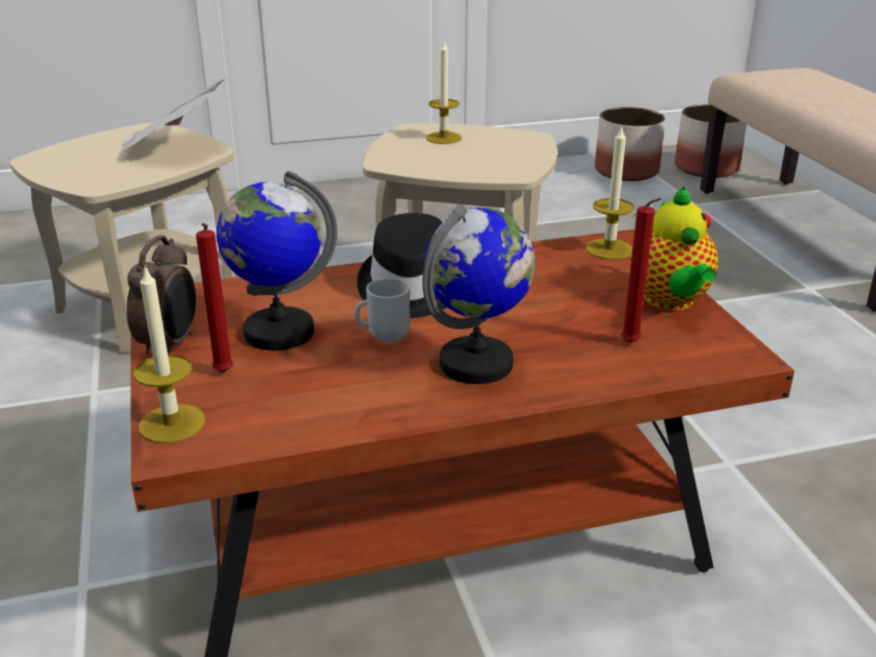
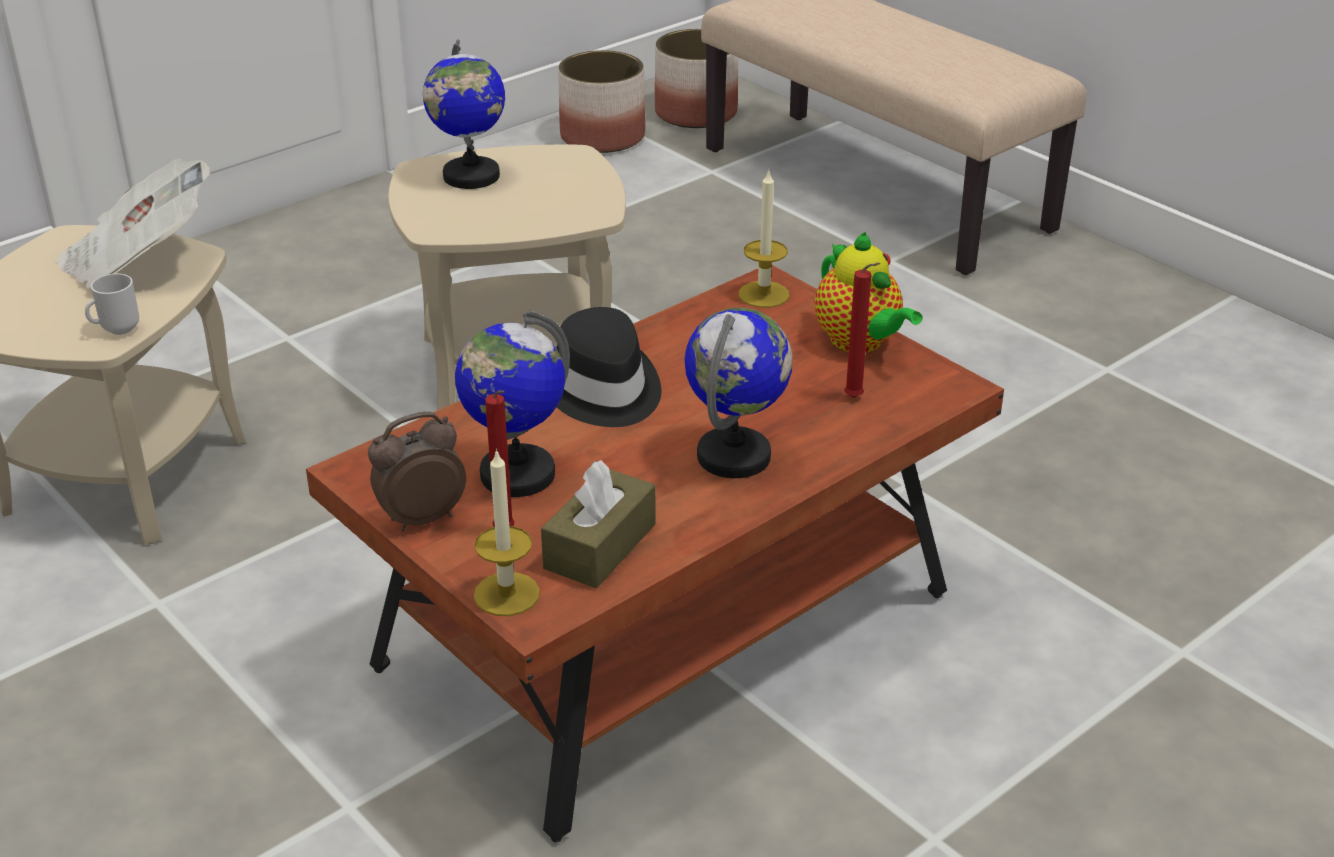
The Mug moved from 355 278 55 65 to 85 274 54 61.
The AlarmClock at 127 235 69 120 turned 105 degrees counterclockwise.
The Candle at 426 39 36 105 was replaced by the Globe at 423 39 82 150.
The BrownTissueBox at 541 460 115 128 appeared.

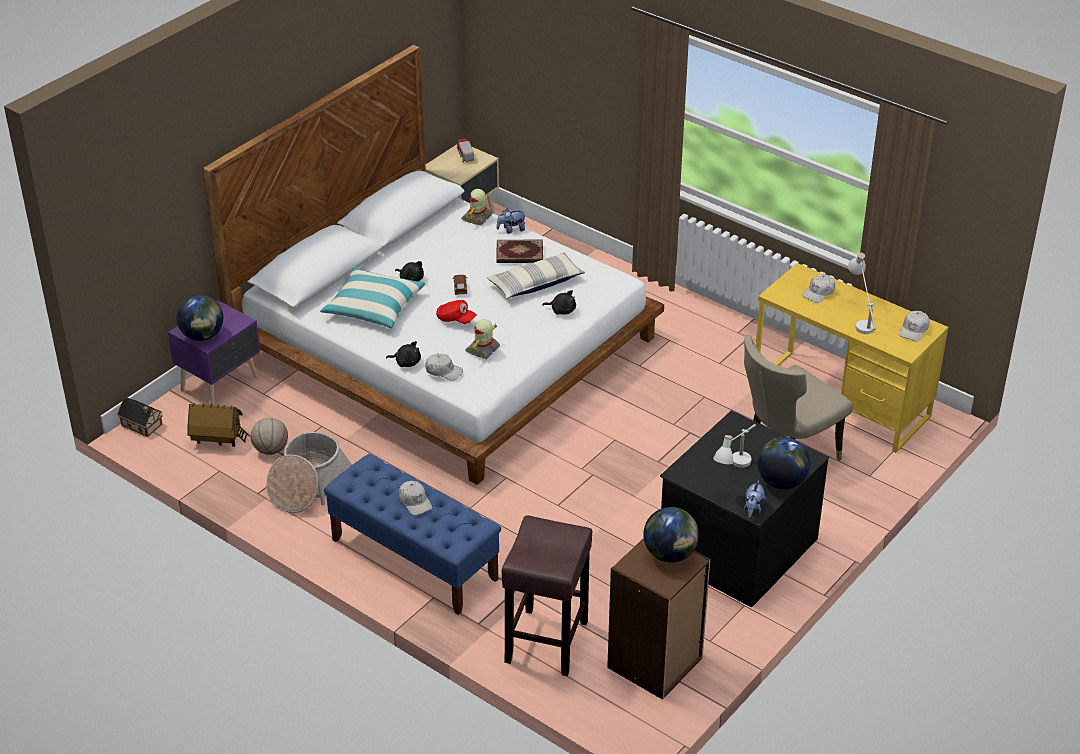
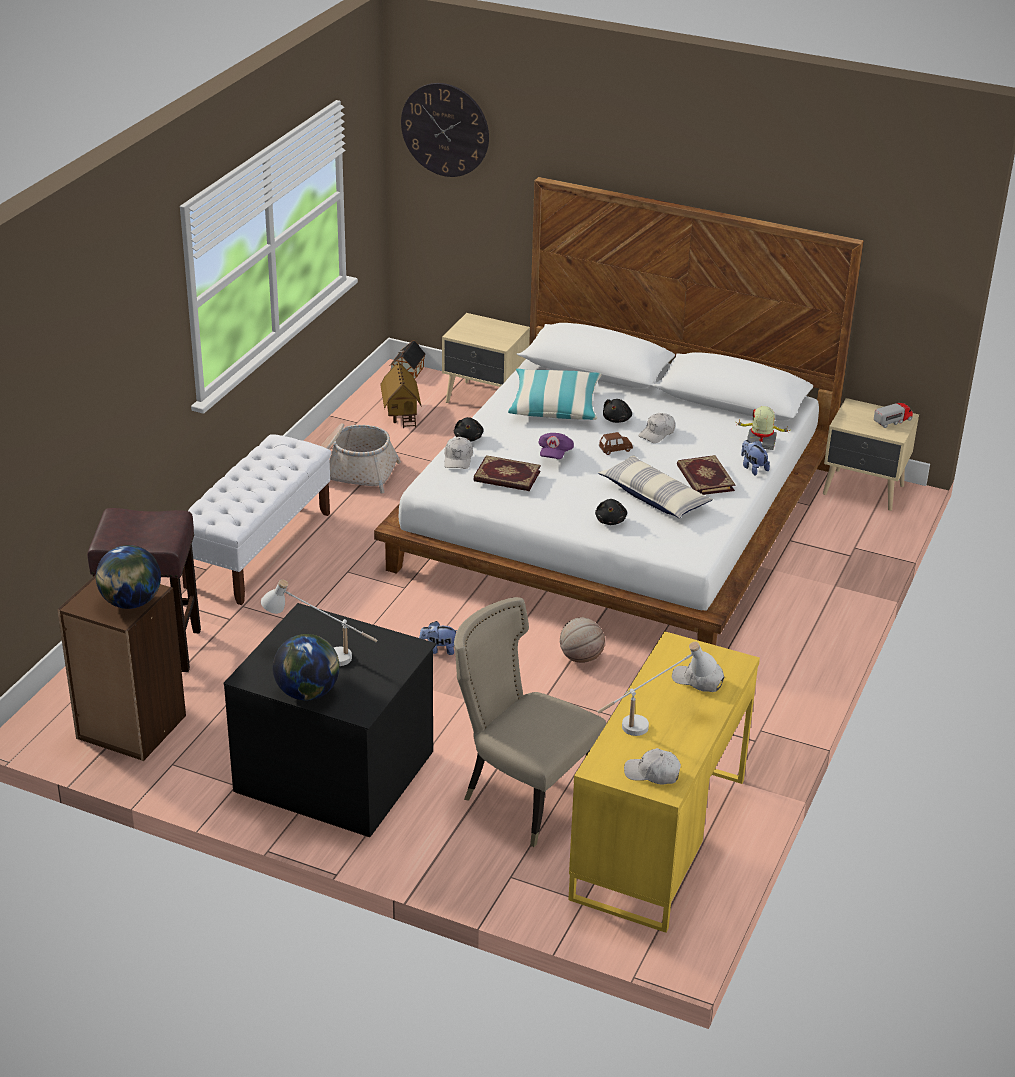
The BlueBench at 324 454 177 161 became the WhiteBench at 182 434 149 171.
The WallClock at 401 83 88 94 appeared.
The PlushToy moved from 744 480 22 38 to 419 621 38 34.
The PurpleNightstand at 168 300 92 106 became the BeigeNightstand at 442 313 88 90.
The ToyRobot at 465 319 35 40 was replaced by the Book at 473 455 68 36.
The RedCap at 436 300 41 24 became the PurpleCap at 538 433 36 26.
The Basketball moved from 251 418 37 37 to 560 618 45 45.
The WhiteCap moved from 399 481 33 34 to 638 413 37 30.
The Globe at 176 295 47 46 disappeared.

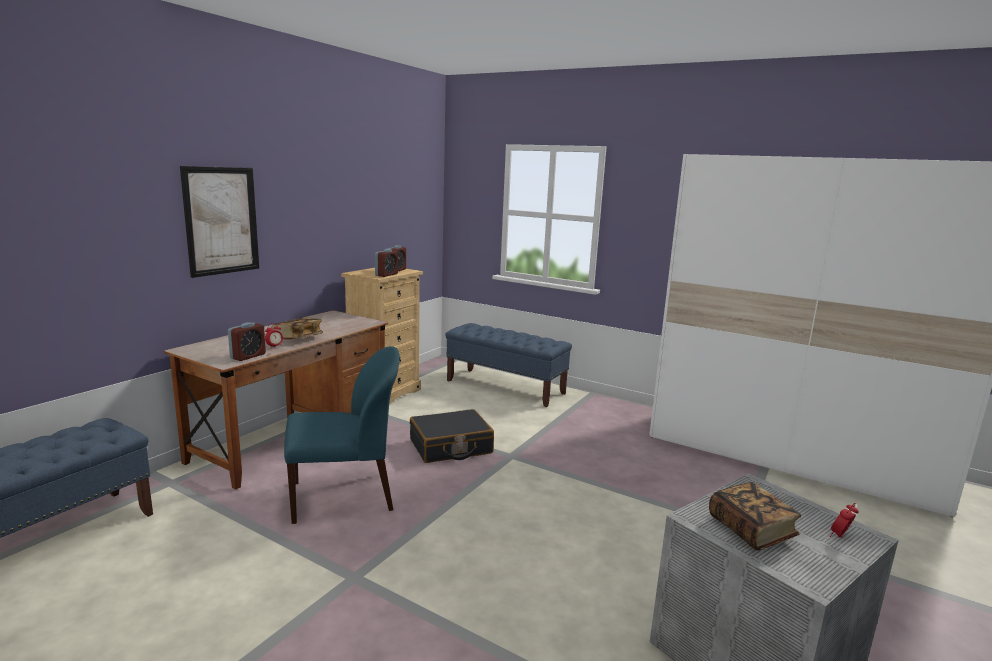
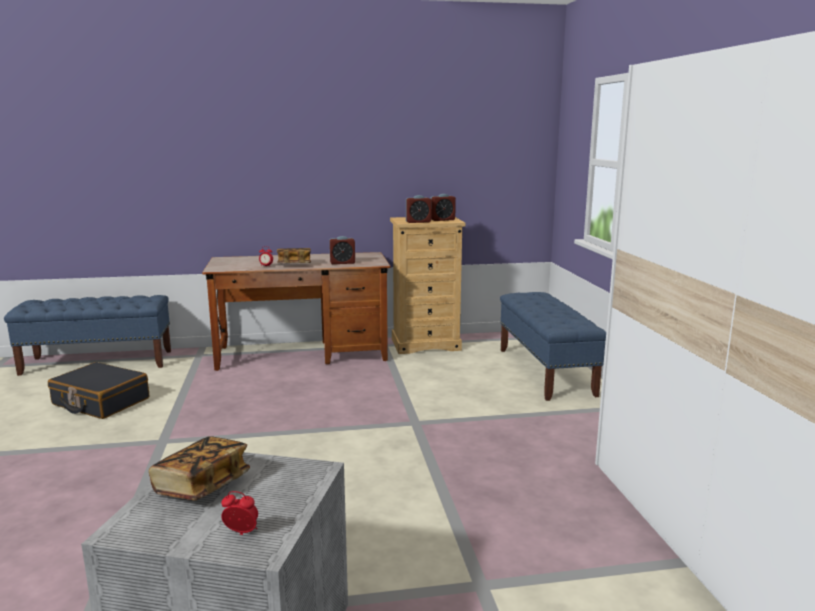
The BlackSuitcase moved from 410 409 84 54 to 48 362 101 57.
The AlarmClock moved from 228 322 38 39 to 329 236 26 28.
The Picture at 180 166 79 112 disappeared.
The BlueChair at 284 346 116 178 disappeared.

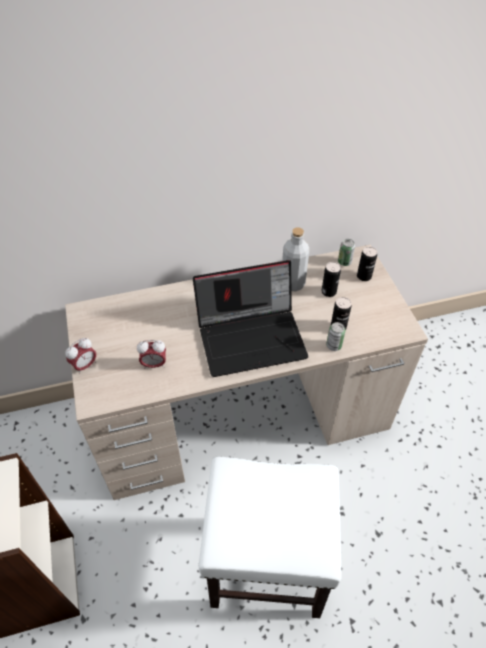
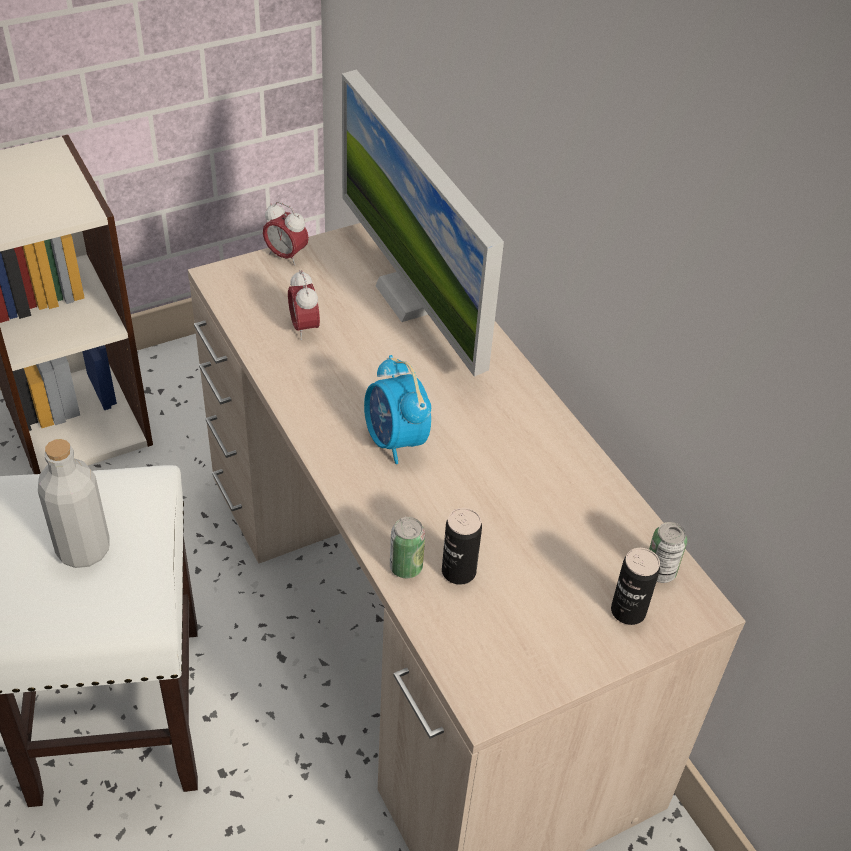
The GreyBottle moved from 282 227 27 64 to 38 439 72 129.
The Monitor at 342 69 162 308 appeared.
The Laptop at 193 260 115 117 was replaced by the AlarmClock at 364 355 67 109.
The Can at 322 262 19 35 disappeared.

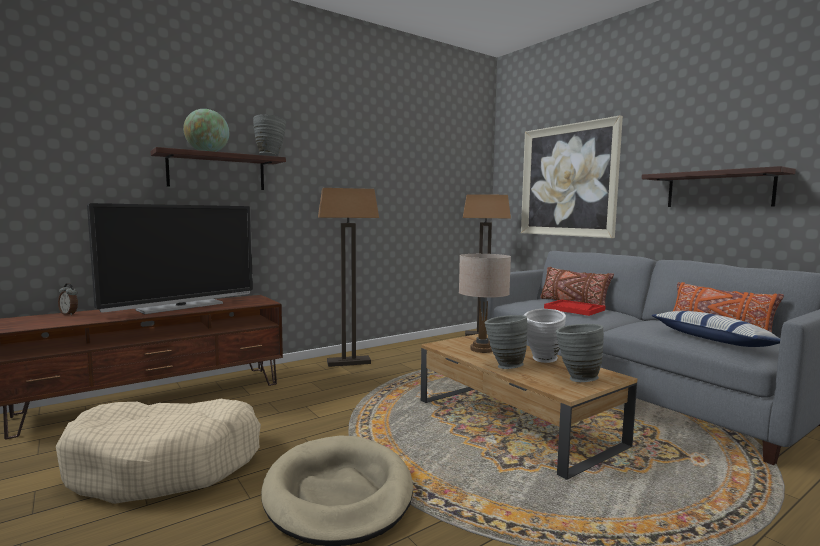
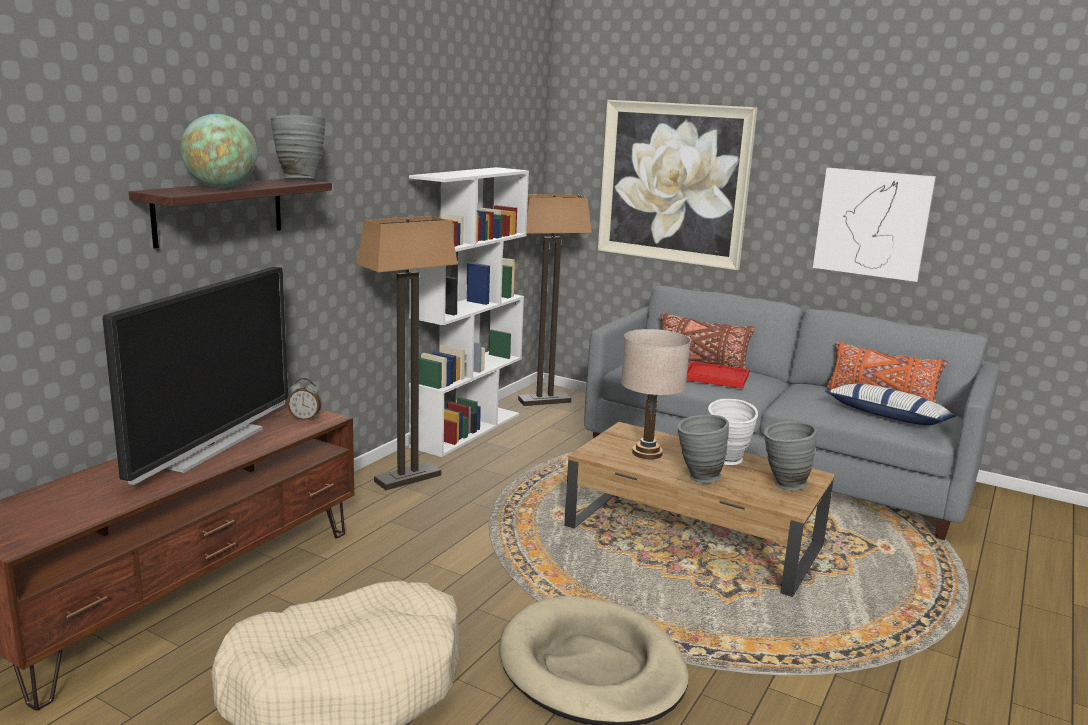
The AlarmClock moved from 58 283 20 33 to 287 378 34 42.
The WhiteBookcase at 409 167 120 290 appeared.
The Shelf at 642 166 154 41 was replaced by the Picture at 813 168 123 114.

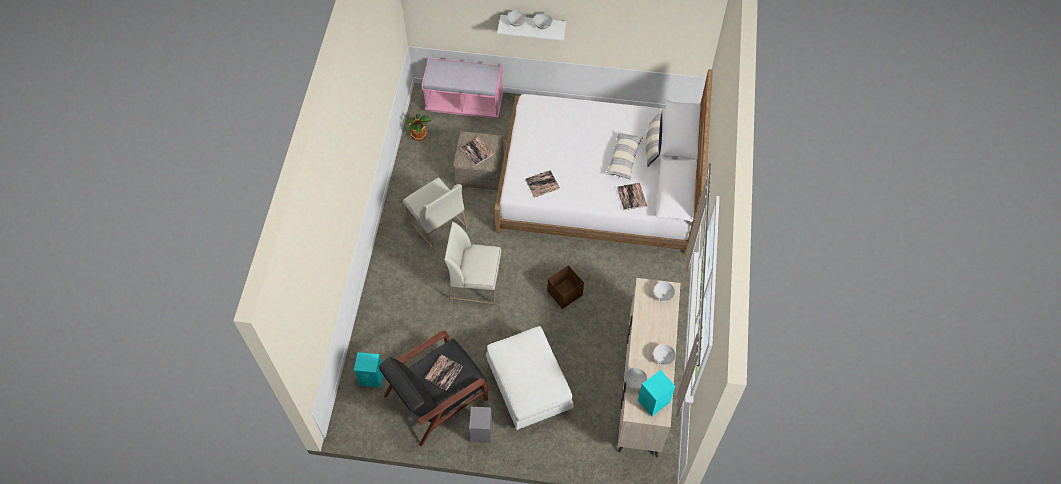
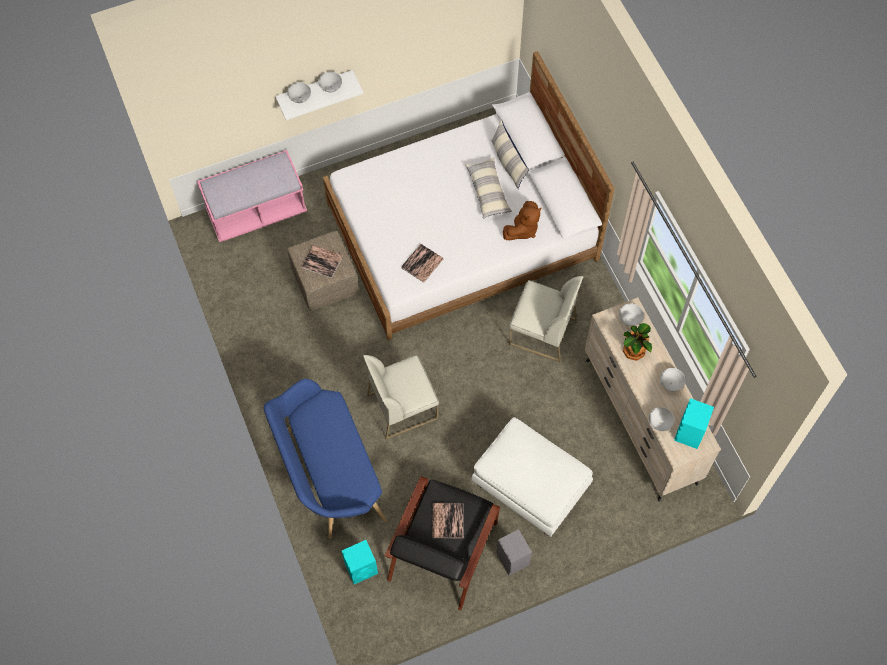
The BlueBench at 264 379 122 160 appeared.
The Book at 617 183 30 27 was replaced by the BrownPlushToy at 503 201 39 39.
The WhiteChair moved from 403 177 64 73 to 508 276 76 86.
The PottedPlant moved from 406 114 26 27 to 623 323 29 38.
The BrownStorageBox at 547 265 37 44 disappeared.

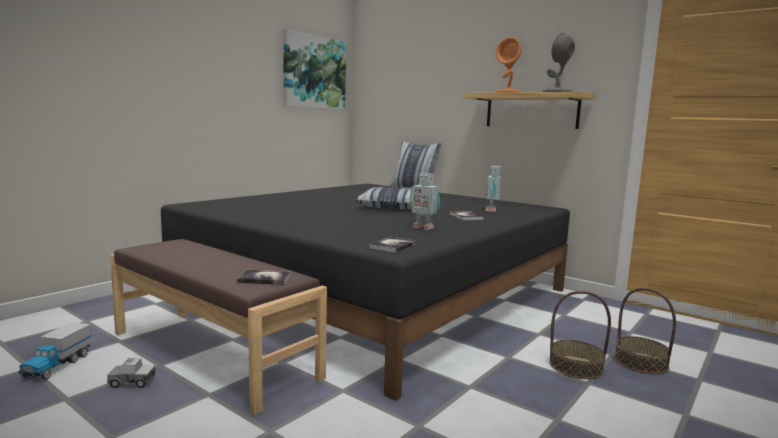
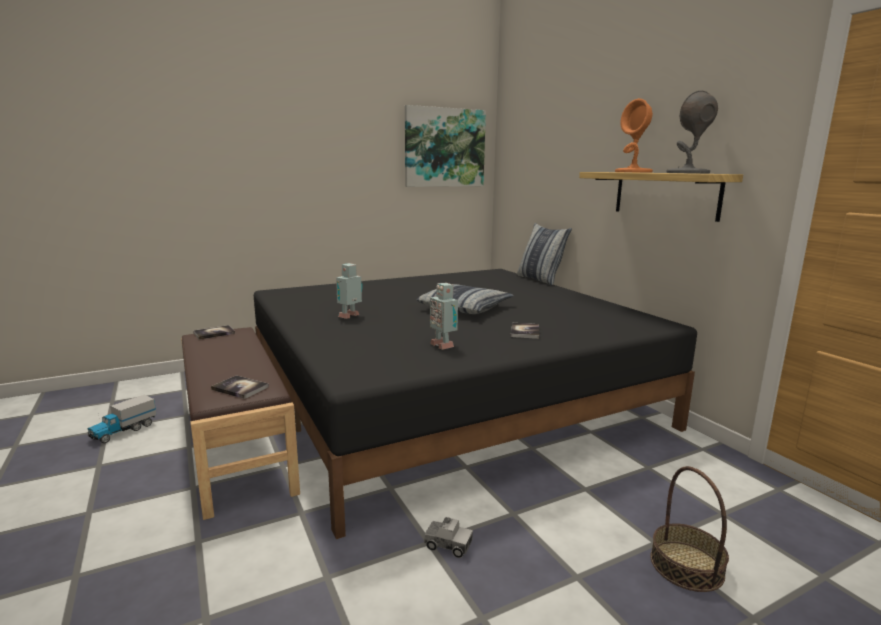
The Book moved from 369 237 48 16 to 193 325 42 15.
The ToyRobot moved from 485 166 17 46 to 336 263 26 56.
The ToyTruck moved from 107 358 49 30 to 424 517 49 41.
The Basket at 550 291 61 88 disappeared.

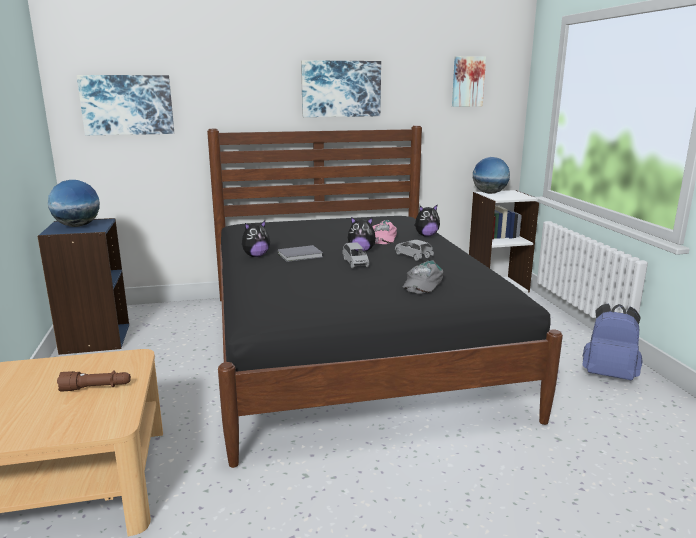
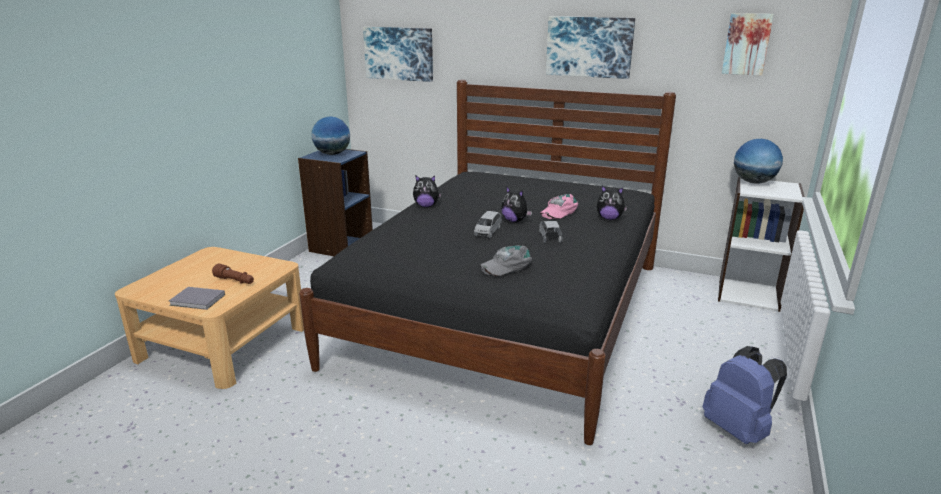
The GreyBook moved from 278 245 45 17 to 169 287 56 23.

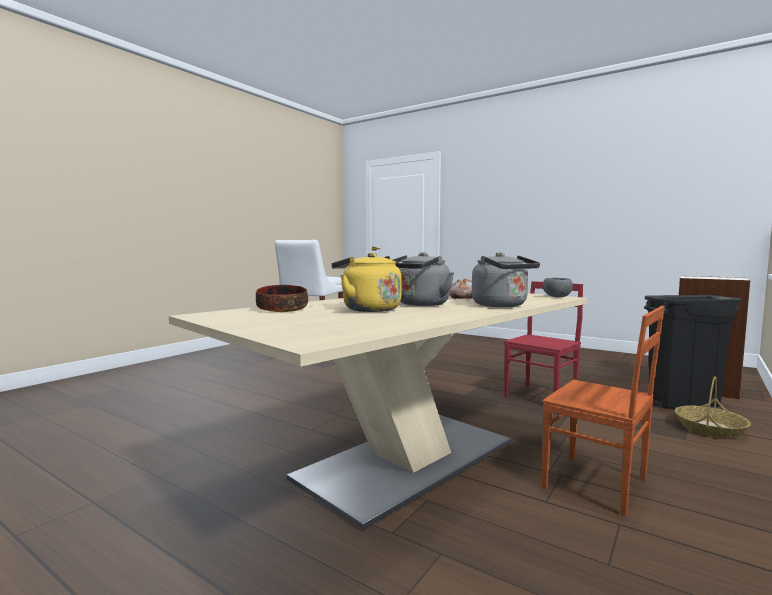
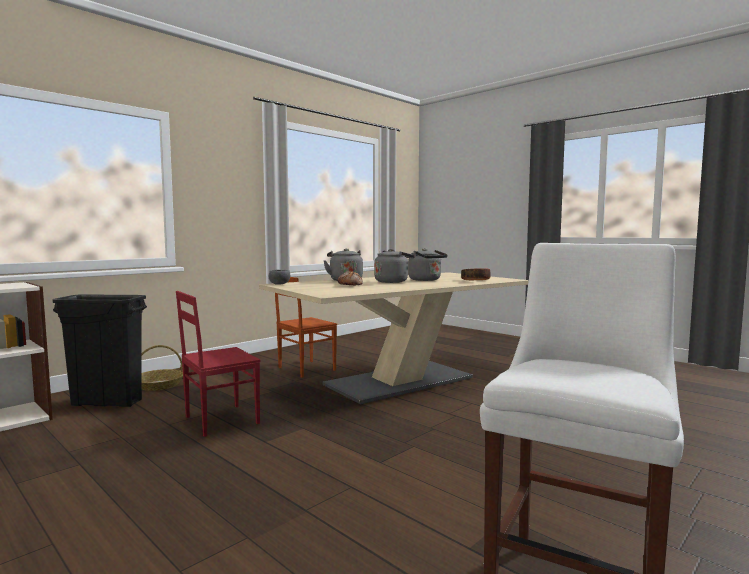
The BrownChair at 542 306 123 210 turned 90 degrees counterclockwise.
The YellowKettle at 332 253 69 59 became the GreyKettle at 408 248 40 33.

